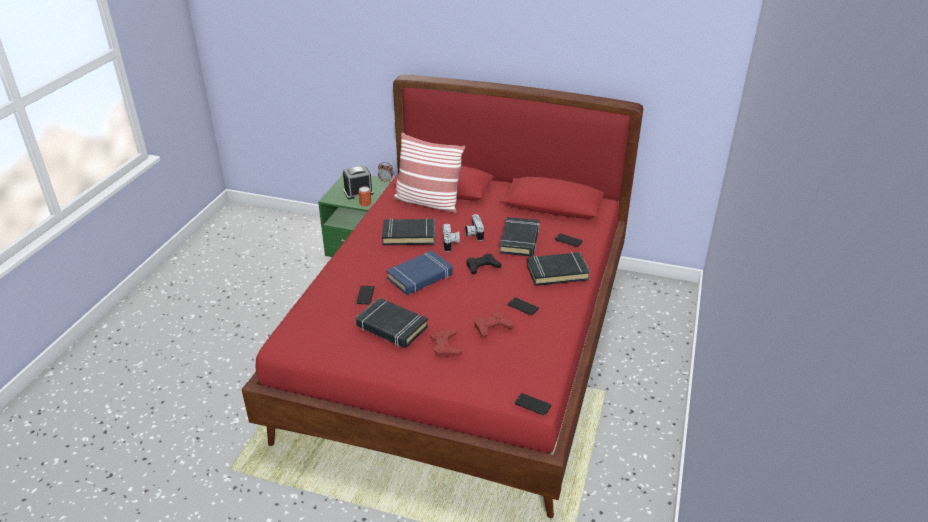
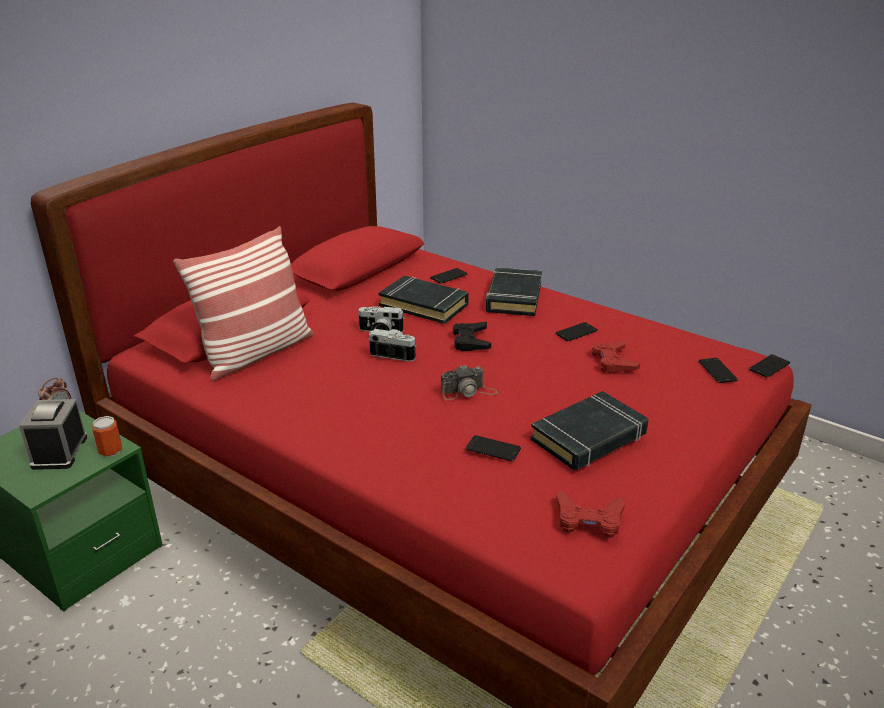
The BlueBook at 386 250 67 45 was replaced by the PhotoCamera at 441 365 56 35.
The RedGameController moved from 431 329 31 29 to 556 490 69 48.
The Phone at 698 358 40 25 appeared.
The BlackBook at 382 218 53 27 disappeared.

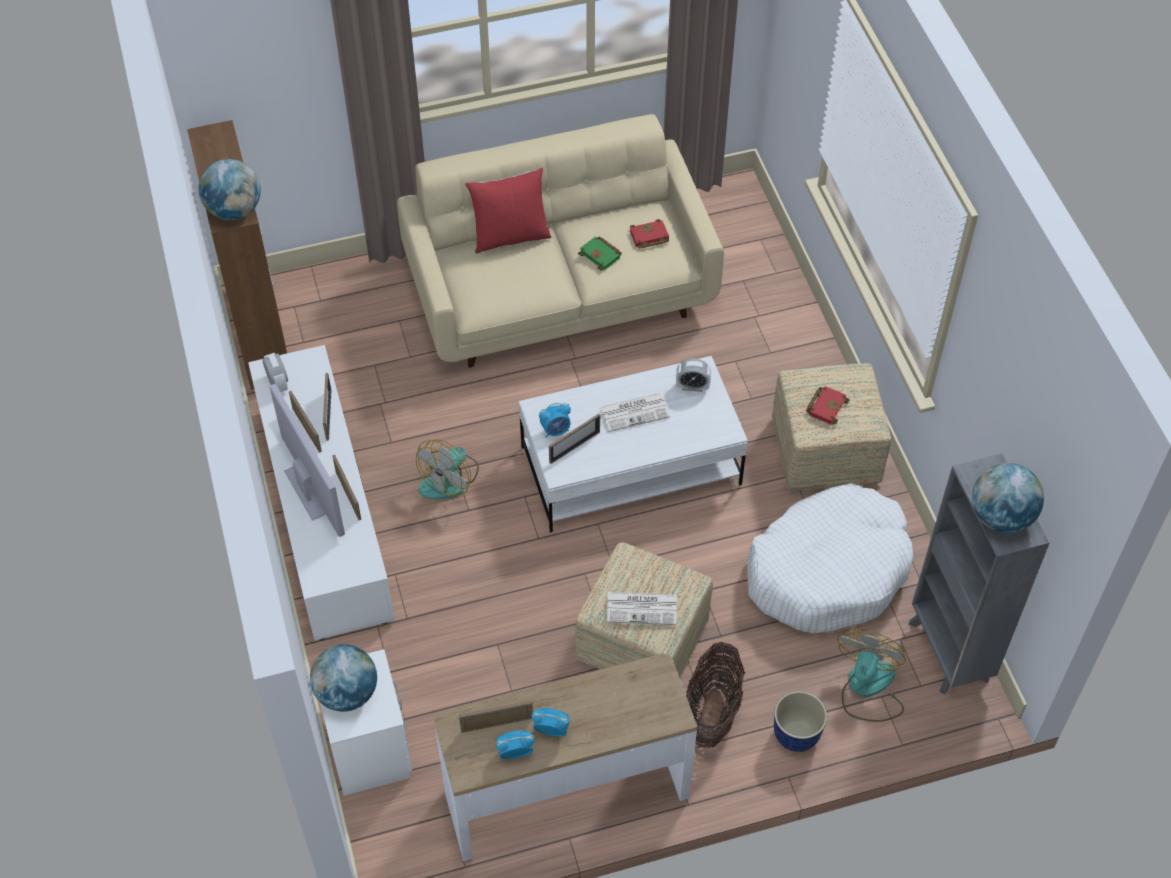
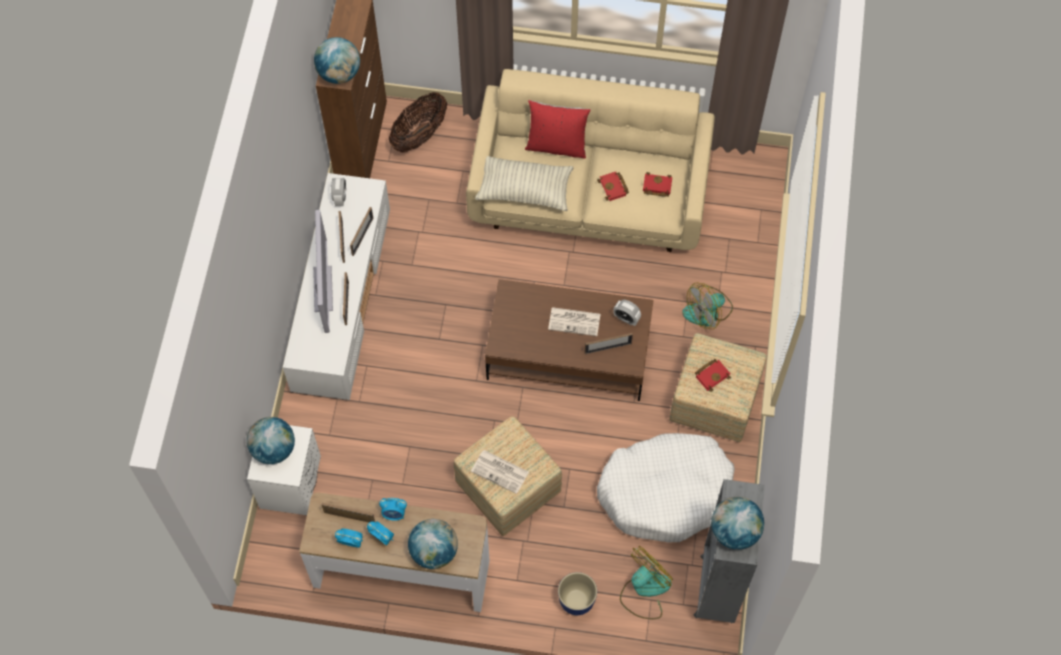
The AlarmClock moved from 539 403 32 35 to 379 498 28 23.
The Basket moved from 686 642 59 106 to 389 92 58 61.
The Globe at 408 519 50 50 appeared.
The Pillow at 475 156 98 55 appeared.
The WhiteCoffeeTable at 519 356 229 177 became the BrownCoffeeTable at 485 279 169 122.
The PictureFrame moved from 549 414 51 50 to 584 333 49 21.
The GreenBook at 578 236 44 35 became the RedBook at 597 172 32 29.
The Fan moved from 416 439 63 60 to 682 283 51 46.

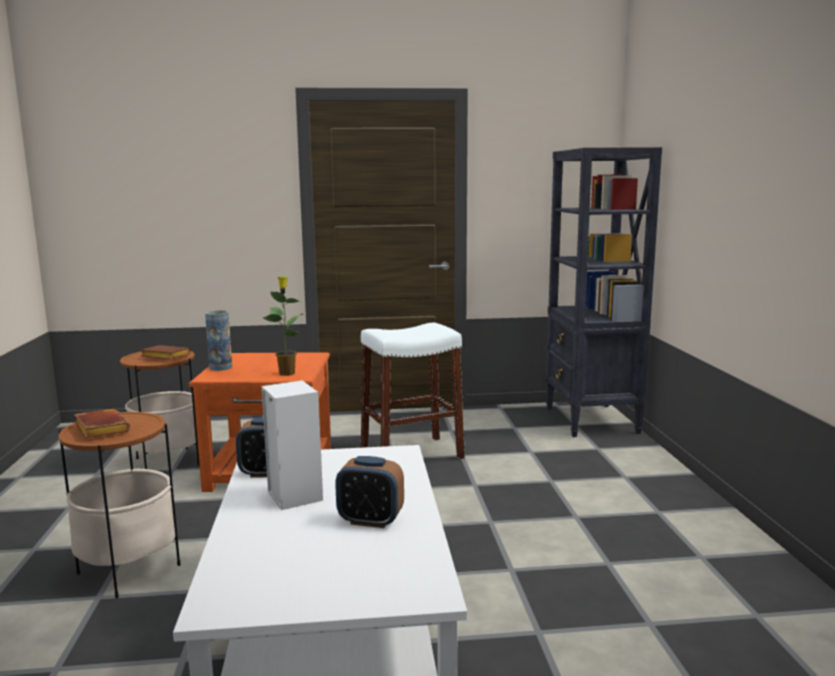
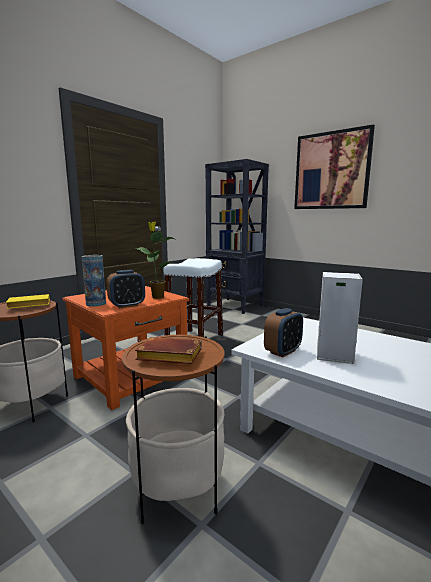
The BrownBook at 140 345 50 14 became the YellowBook at 6 294 44 15.
The AlarmClock moved from 335 456 69 72 to 107 270 38 39.
The Picture at 294 124 81 85 appeared.

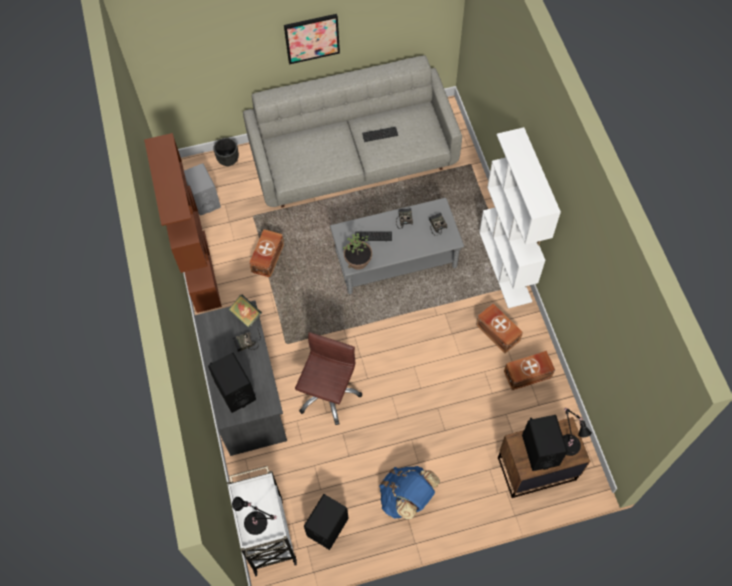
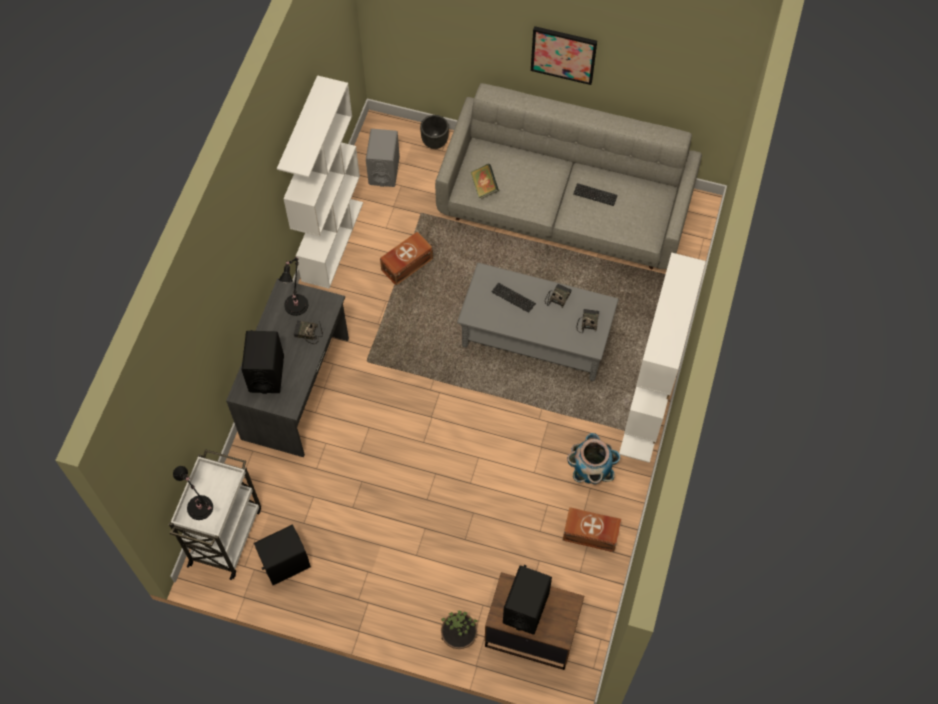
The BrownBookcase at 144 133 78 180 became the WhiteBookcase at 277 75 86 214.
The BlackTableLamp moved from 563 408 29 48 to 279 257 29 59.
The PottedPlant moved from 343 233 29 37 to 441 611 37 38.
The Book moved from 229 295 33 32 to 470 164 29 35.
The BrownStorageBox at 476 303 47 50 was replaced by the Planter at 567 433 53 52.
The BrownOfficeChair at 295 332 67 93 disappeared.
The BlueBackpack at 379 466 61 53 disappeared.

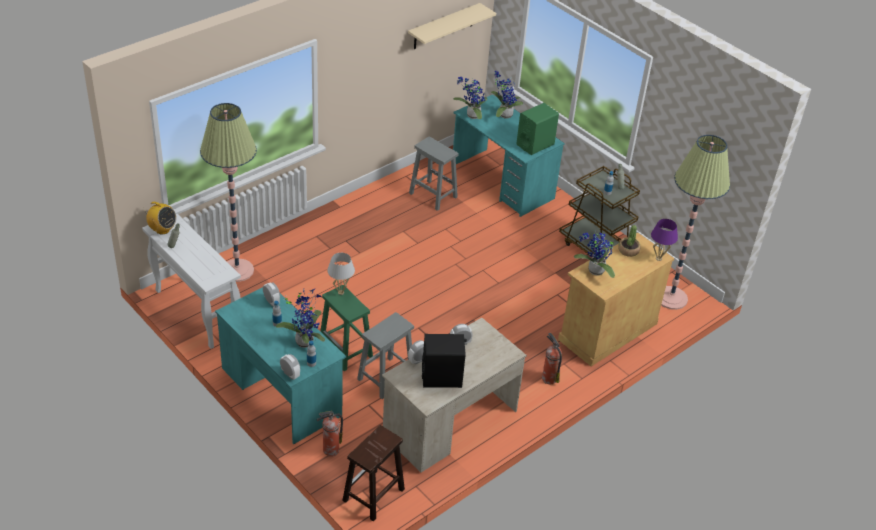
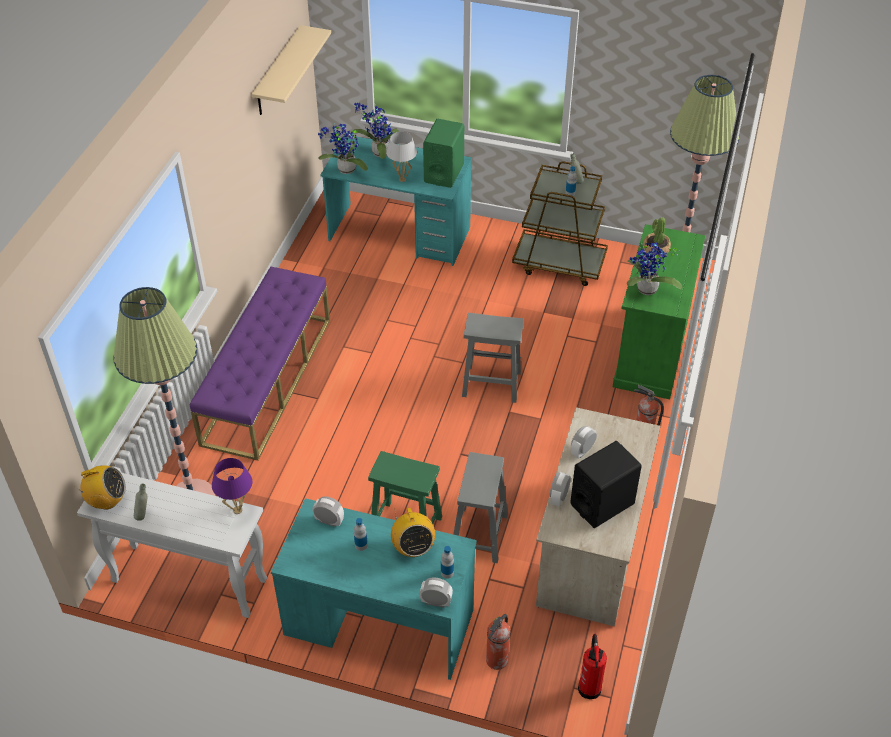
The PurpleBench at 190 267 140 194 appeared.
The PurpleTableLamp moved from 651 219 27 42 to 212 458 40 56.
The WhiteTableLamp moved from 327 253 28 42 to 386 132 31 50.
The PottedPlant at 276 289 49 59 was replaced by the Radio at 391 507 44 50.
The GreyStool moved from 409 136 50 75 to 462 313 62 90.
The BrownStool at 342 425 63 97 was replaced by the FireExtinguisher at 578 634 29 65.
The BeigeCabinet at 558 233 116 133 became the GreenCabinet at 613 224 92 175.

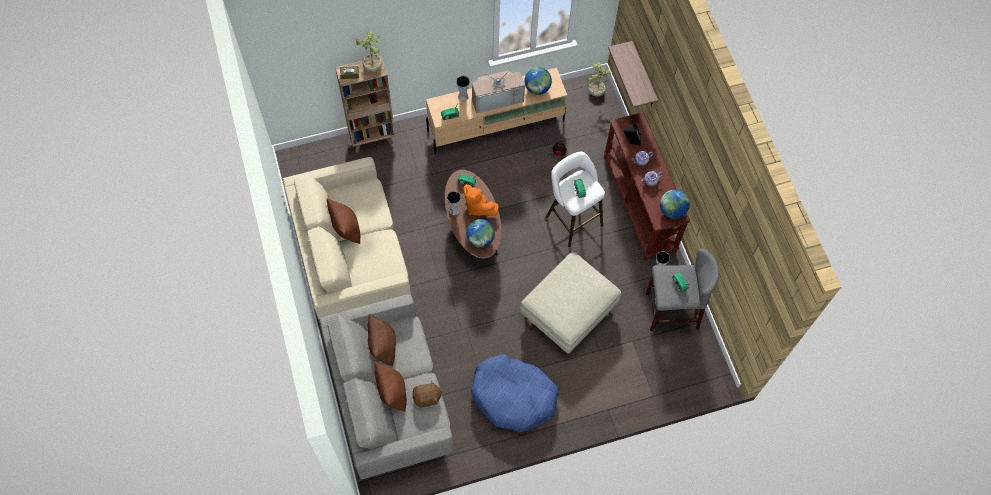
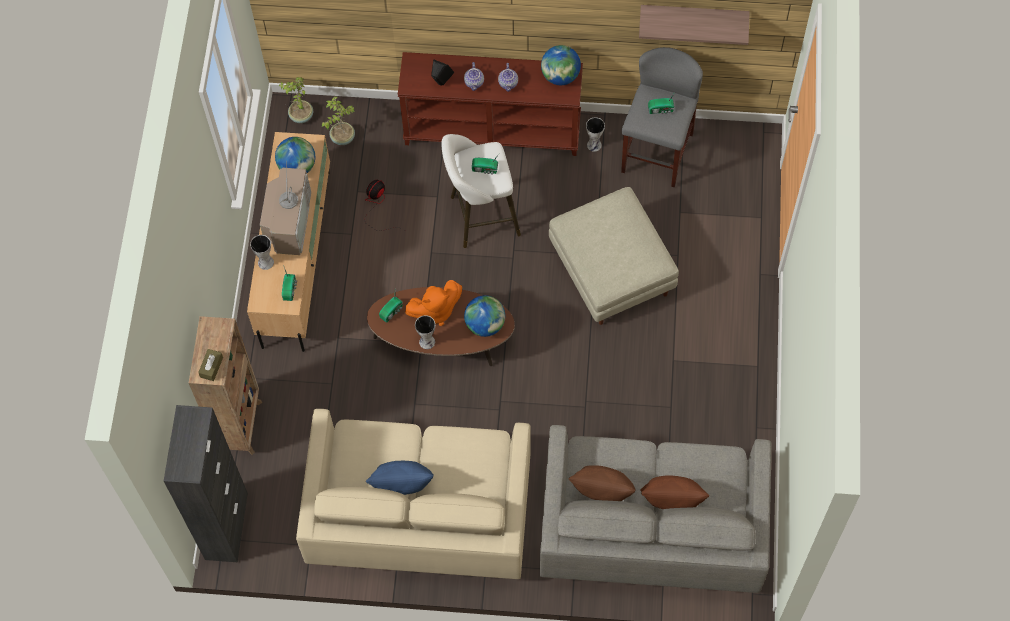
The BlackCabinet at 164 405 84 157 appeared.
The PottedPlant moved from 355 31 27 41 to 322 96 33 49.
The BrownPillow at 327 198 33 46 became the BluePillow at 366 461 68 34.
The Shelf moved from 608 41 50 67 to 639 5 111 40.
The BrownPlushToy at 412 380 31 28 disappeared.
The BlueDogBed at 471 354 88 78 disappeared.

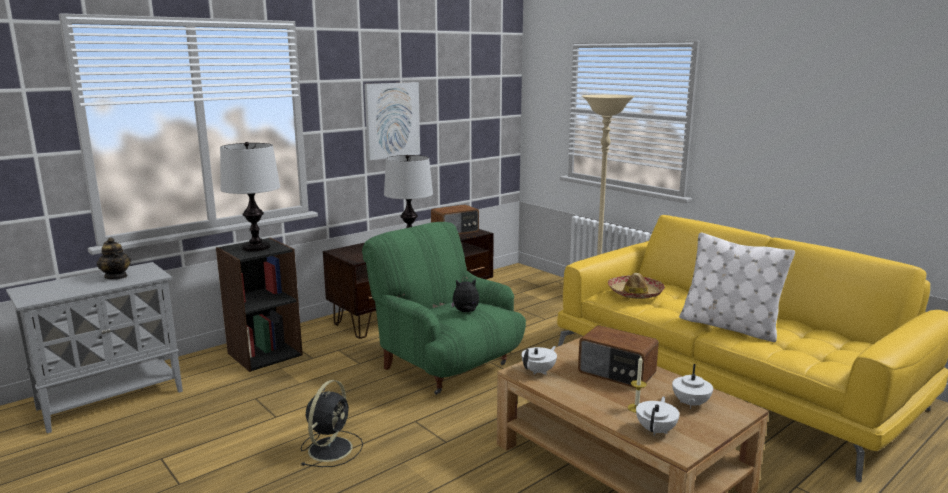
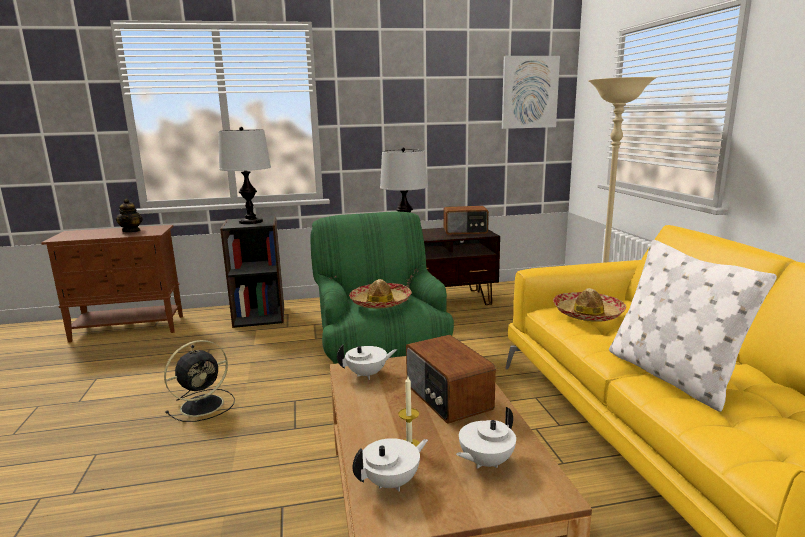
The GreyCabinet at 6 262 177 171 became the BrownCabinet at 41 225 142 118.
The PlushToy at 451 279 28 33 was replaced by the Hat at 349 279 63 29.
The Picture moved from 364 82 56 78 to 502 56 58 73.

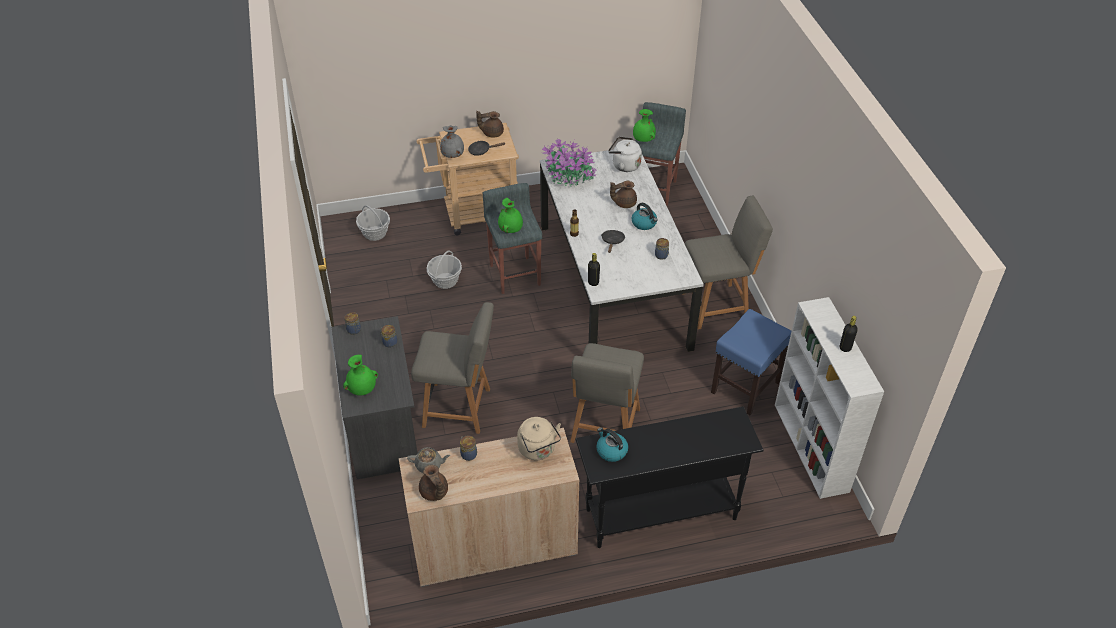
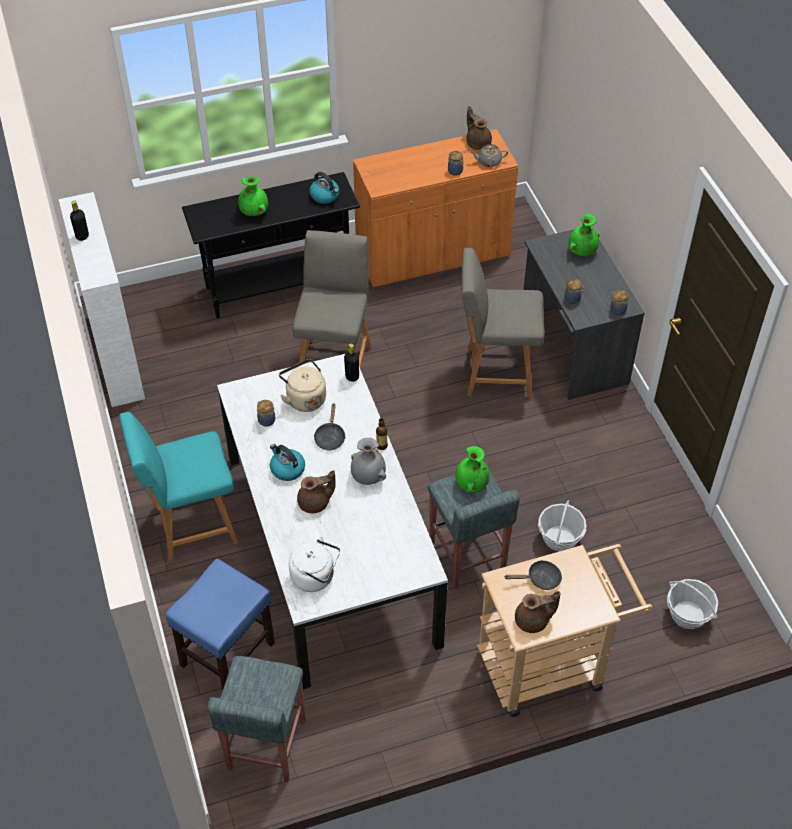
The GreyChair at 682 196 91 134 became the TurquoiseChair at 119 412 119 150.
The BlueStool moved from 711 309 80 106 to 165 559 110 131.
The GreenVase moved from 633 109 23 33 to 238 176 30 40.
The BeigeKettle moved from 517 417 44 43 to 279 359 47 53.
The GreyVase moved from 440 125 24 33 to 351 438 35 47.
The BeigeCabinet at 399 428 180 159 became the OrangeCabinet at 353 129 165 158.
The PottedPlant at 542 139 55 48 disappeared.

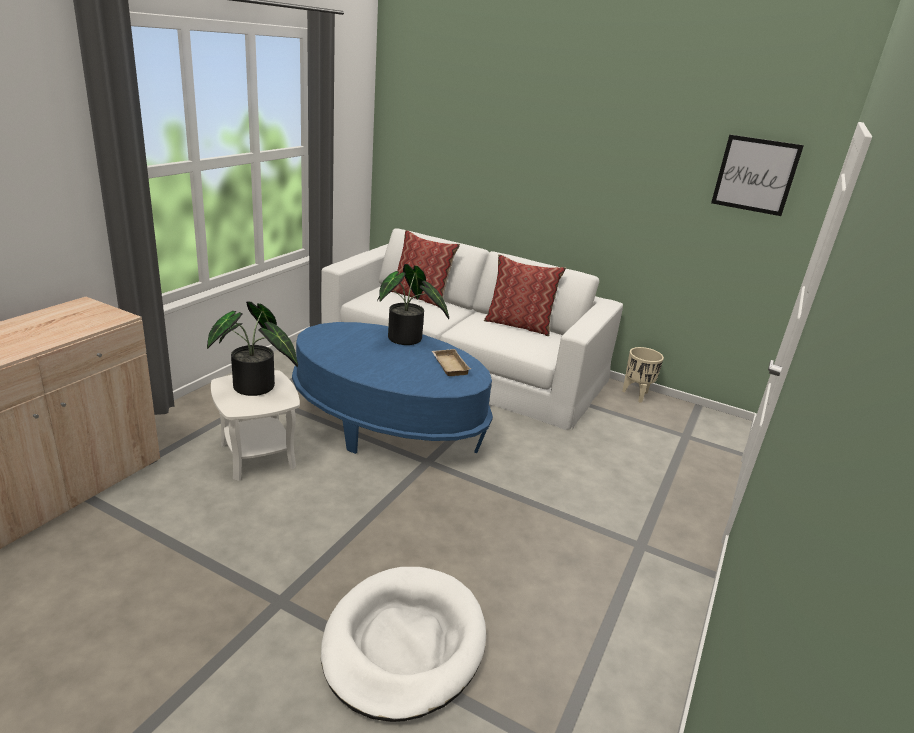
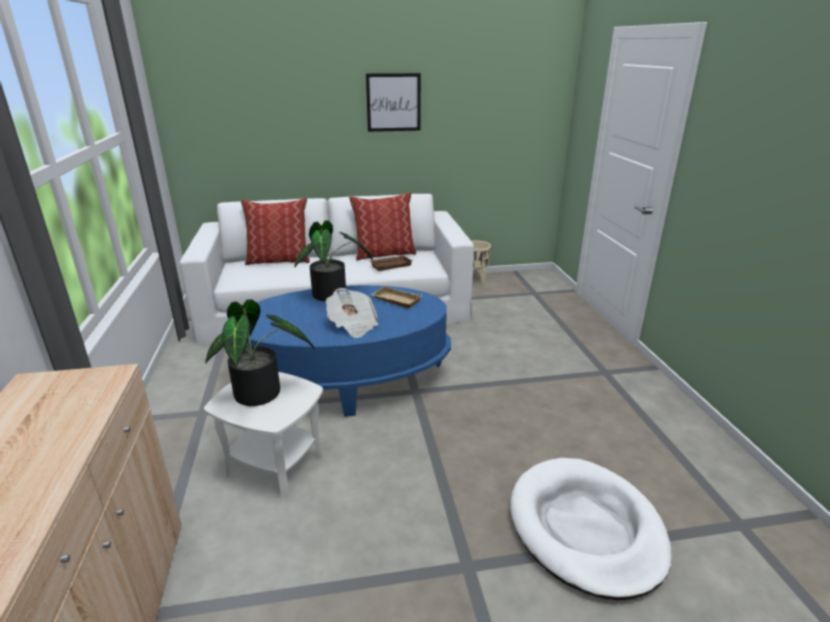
The Newspaper at 326 288 53 50 appeared.
The Picture moved from 711 135 93 81 to 366 73 55 59.
The BrownTray at 370 255 42 16 appeared.

